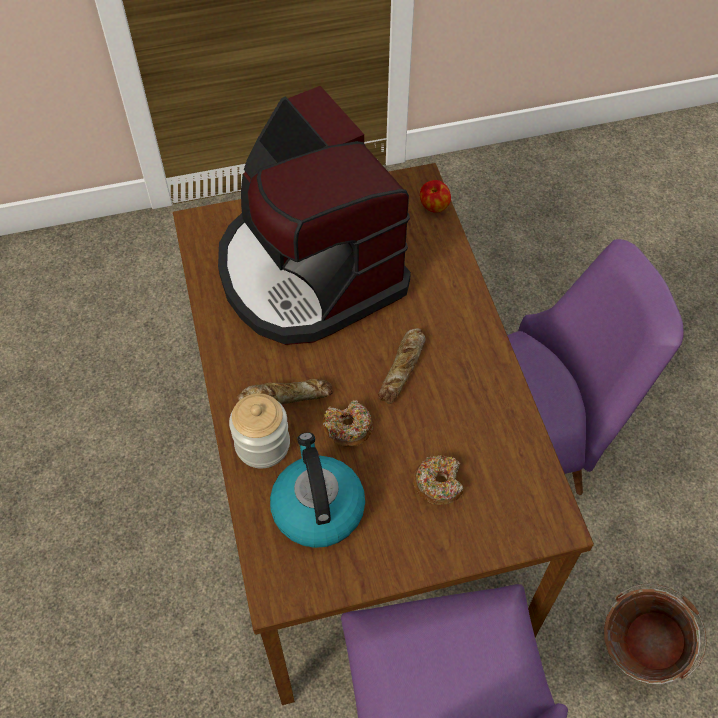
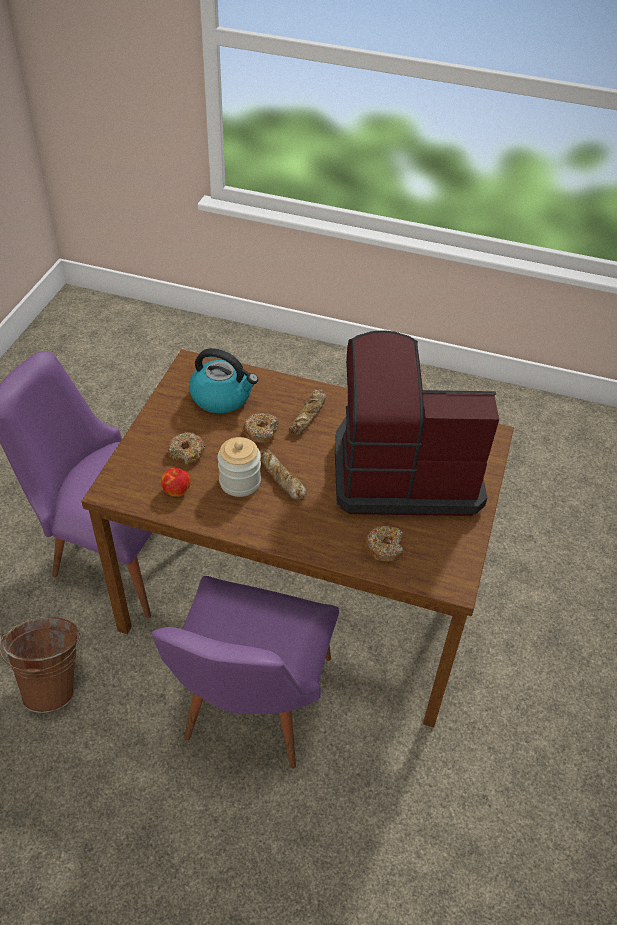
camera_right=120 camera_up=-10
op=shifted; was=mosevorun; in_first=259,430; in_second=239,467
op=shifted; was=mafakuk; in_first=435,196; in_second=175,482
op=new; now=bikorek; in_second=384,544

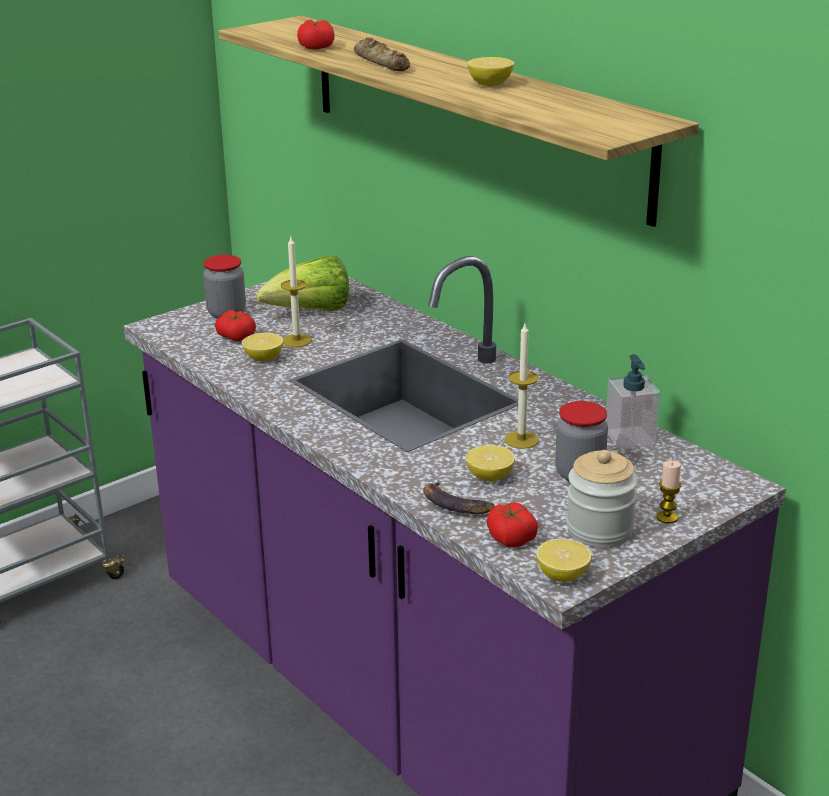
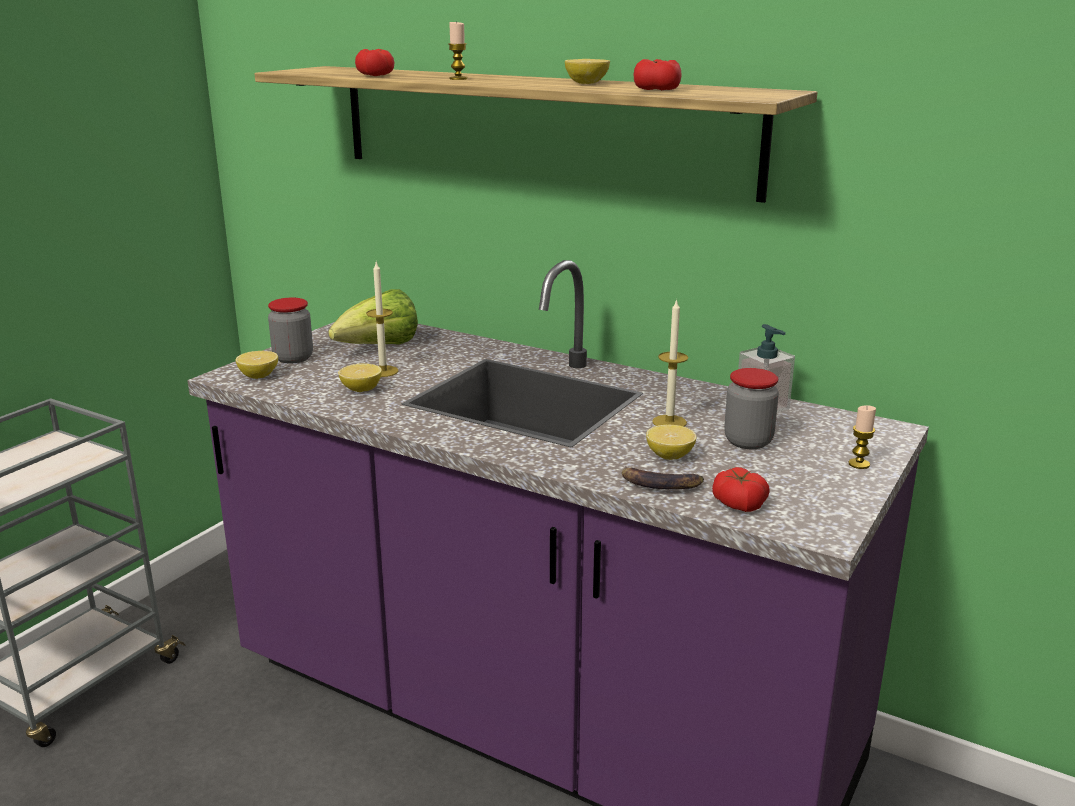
camera_right=-20 camera_up=-5
op=shifted; was=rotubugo; in_first=235,325; in_second=657,74
op=swapped; was=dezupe; now=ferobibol; in_first=382,54; in_second=457,51
op=shifted; was=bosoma; in_first=564,560; in_second=256,365
op=gone; was=mosevorun; in_first=602,499

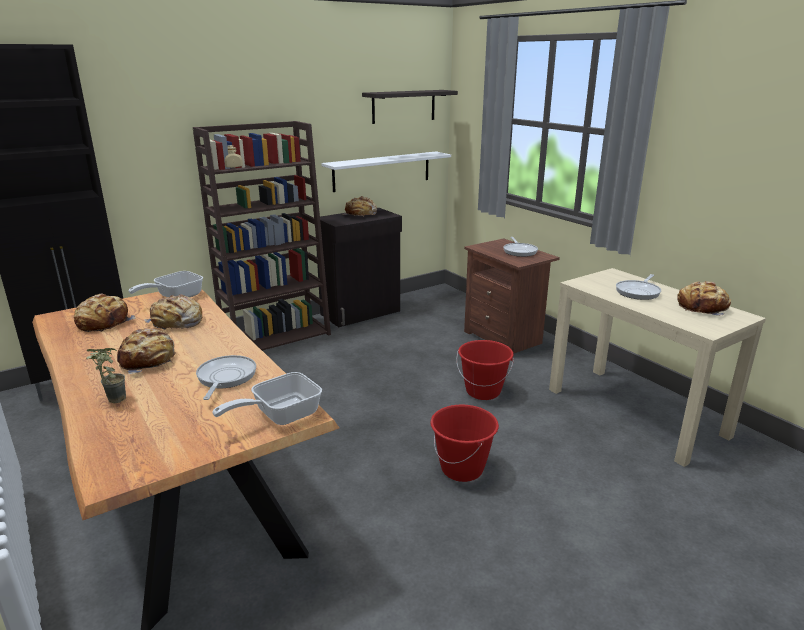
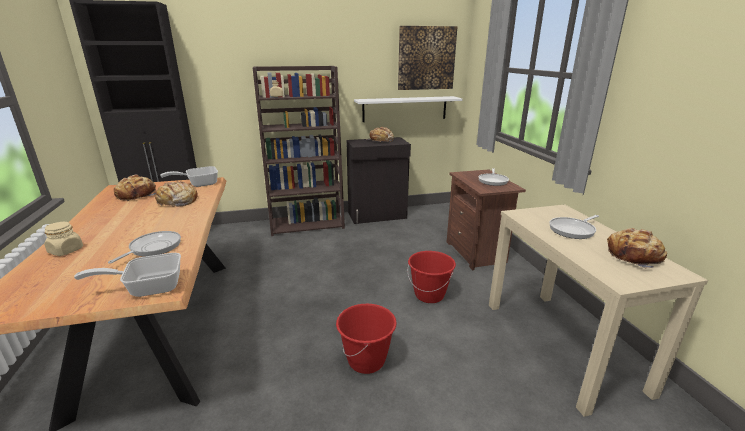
camera_right=20 camera_up=0
op=swapped; was=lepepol; now=beige mosevorun; in_first=106,375; in_second=63,239
op=gone; was=dezupe; in_first=146,351
op=swapped; was=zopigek; now=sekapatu; in_first=410,107; in_second=427,58

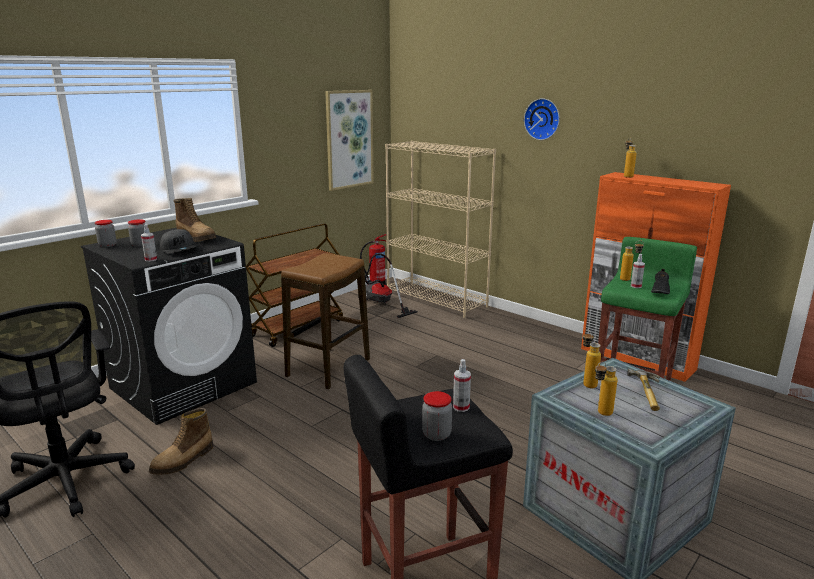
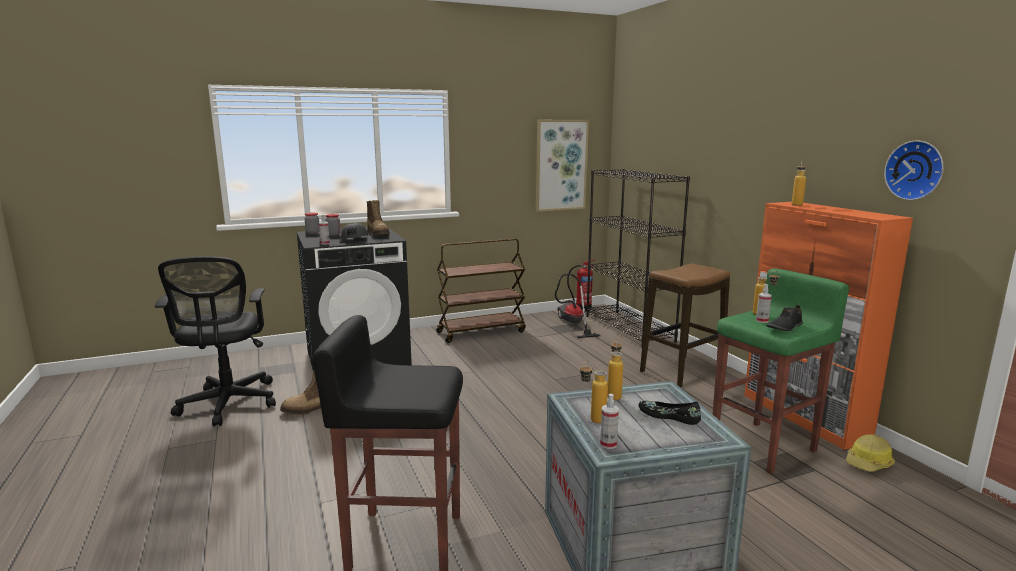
camera_right=25 camera_up=-5
op=shifted; was=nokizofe; in_first=325,321; in_second=685,325
op=repainted; was=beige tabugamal; now=black tabugamal; in_first=440,229; in_second=638,258
op=gone; was=mosevorun; in_first=437,416
op=shifted; was=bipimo; in_first=462,385; in_second=609,421
op=shifted; was=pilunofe; in_first=542,119; in_second=914,170
op=swapped; was=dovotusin; now=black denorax; in_first=643,390; in_second=670,413
op=new; now=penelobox; in_second=870,453

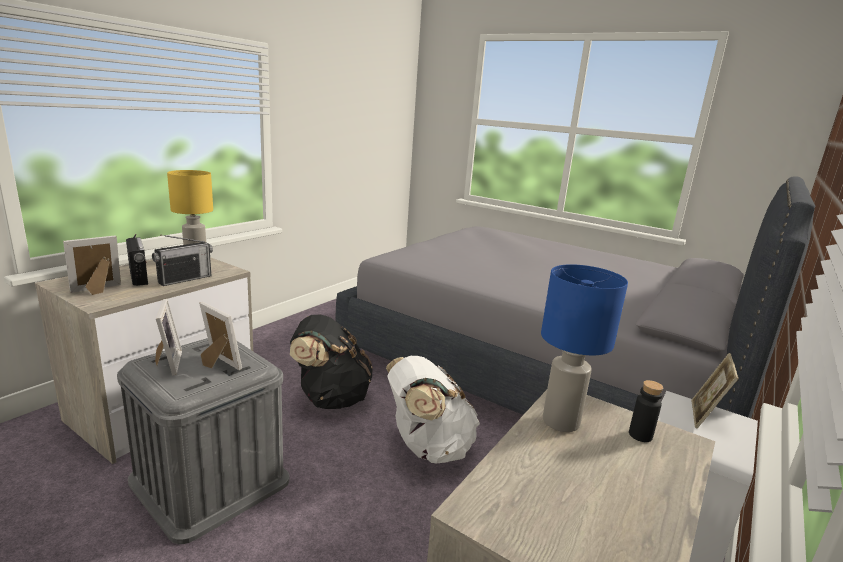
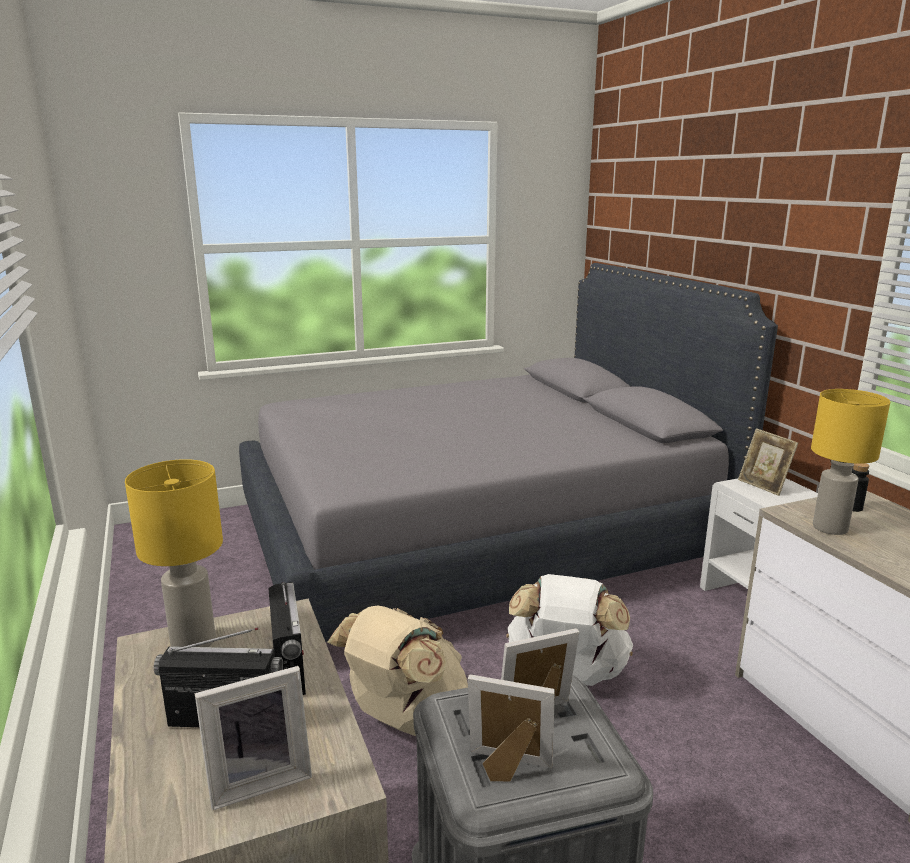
camera_right=-55 camera_up=0
op=rotated; was=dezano; in_first=92,265; in_second=253,738; clockwise=-105
op=repainted; was=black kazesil; now=beige kazesil; in_first=331,361; in_second=398,670
op=repainted; was=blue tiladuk; now=yellow tiladuk; in_first=584,348; in_second=850,462

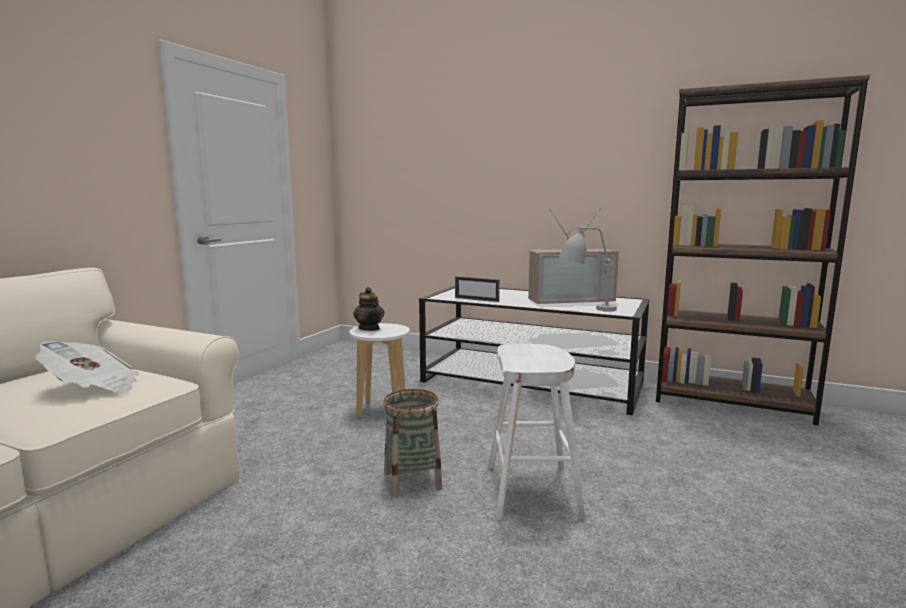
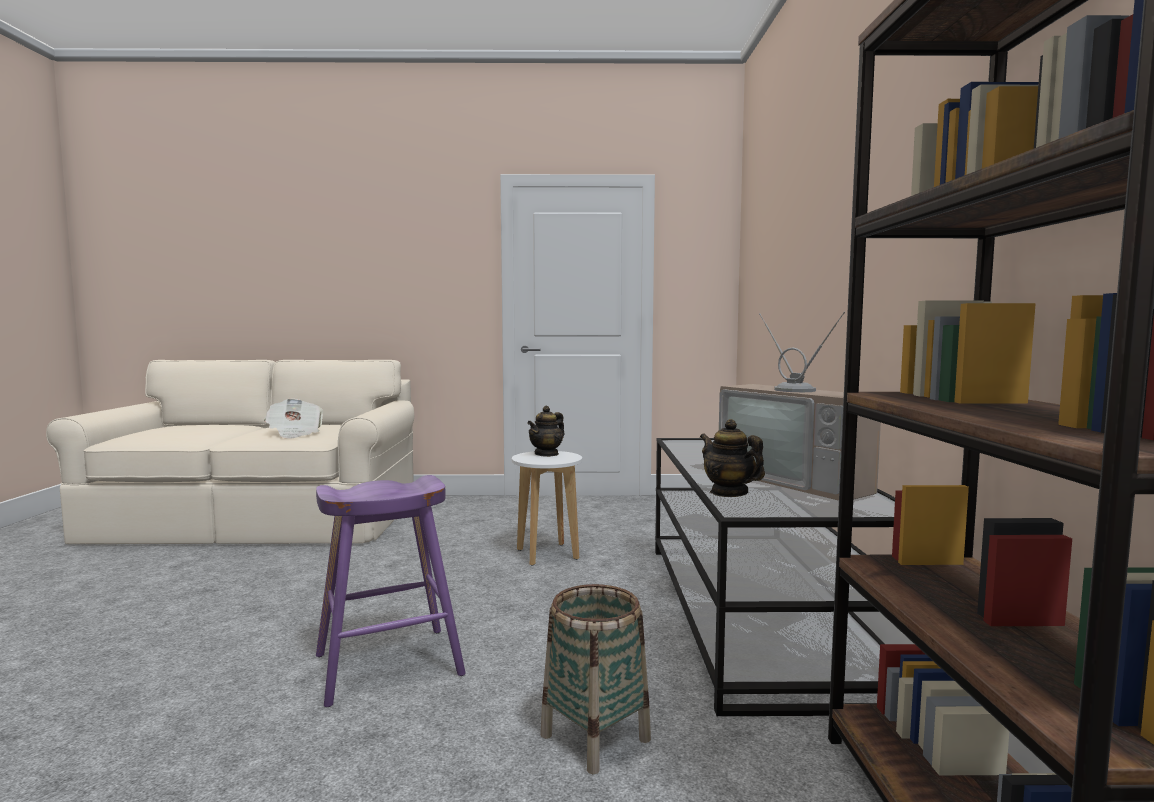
camera_right=65 camera_up=-5
op=shifted; was=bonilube; in_first=412,443; in_second=595,679
op=gone; was=dezano; in_first=477,289
op=repainted; was=white nokizofe; now=purple nokizofe; in_first=536,432; in_second=391,591
op=swapped; was=grey tiladuk; now=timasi; in_first=588,269; in_second=732,458

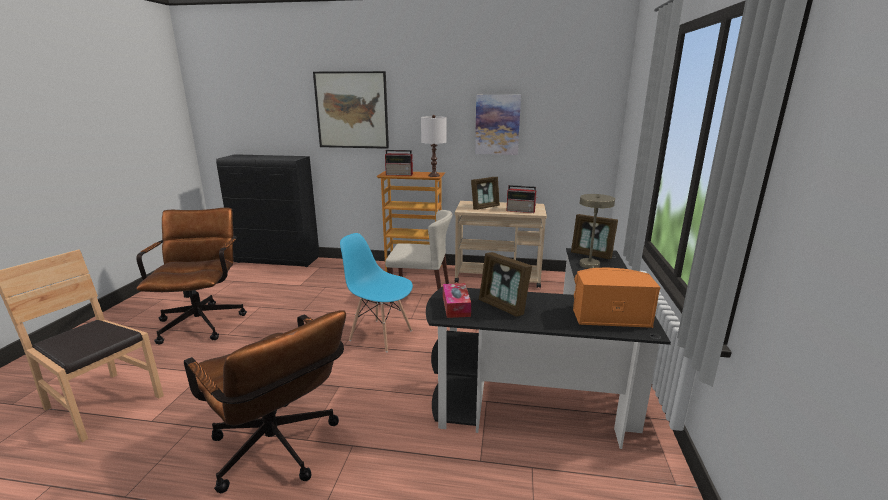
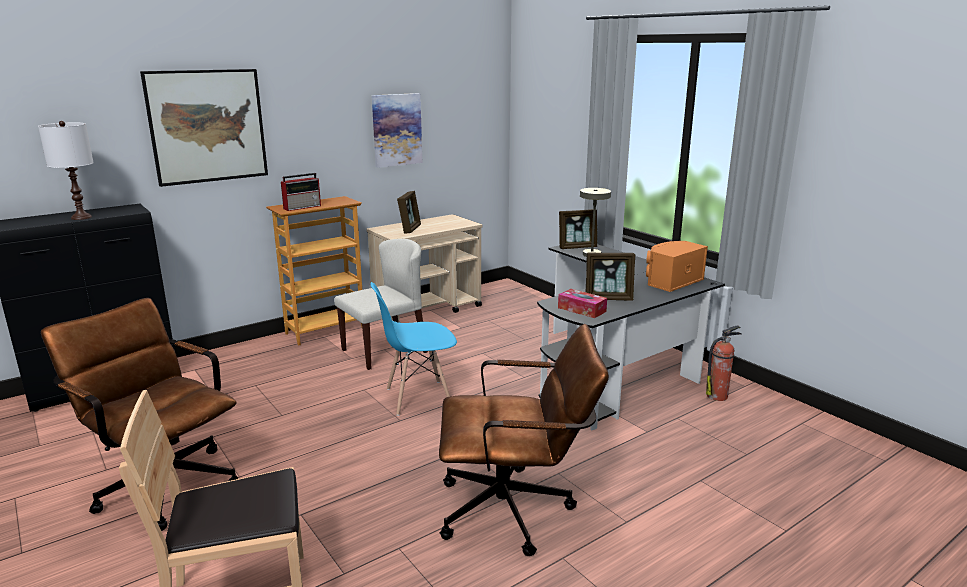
camera_right=-45 camera_up=0
op=shifted; was=white tiladuk; in_first=434,146; in_second=66,170
op=gone; was=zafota; in_first=522,199
op=new; now=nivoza; in_second=724,363

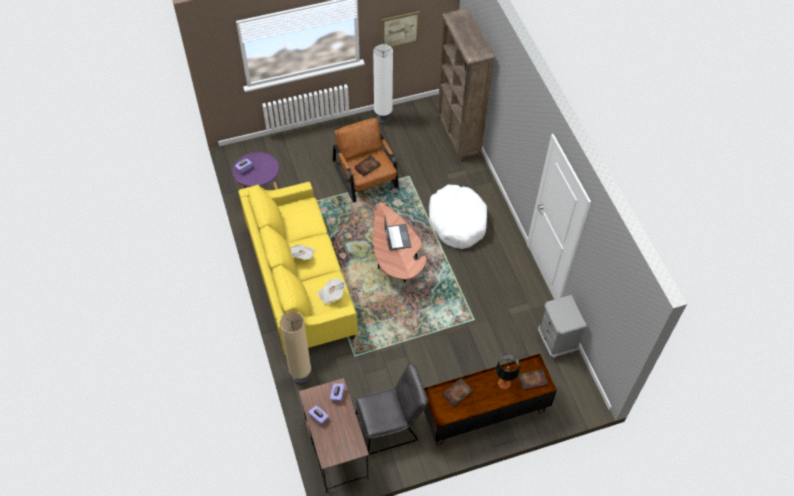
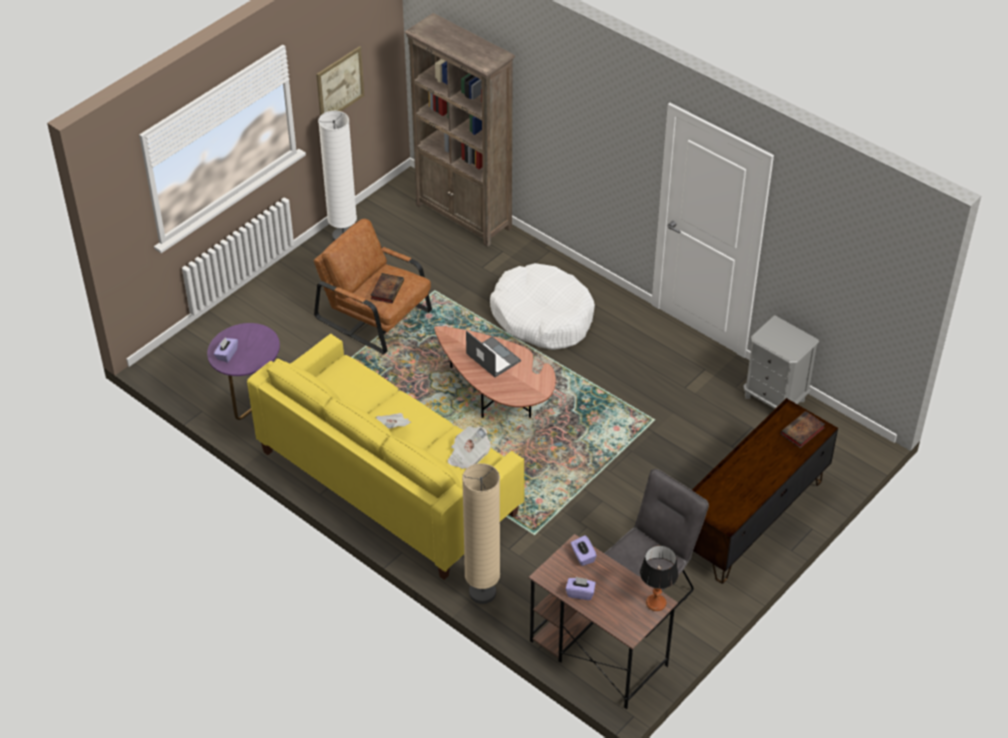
camera_right=-30 camera_up=-10
op=gone; was=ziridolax; in_first=457,392
op=shifted; was=tiladuk; in_first=507,371; in_second=659,578

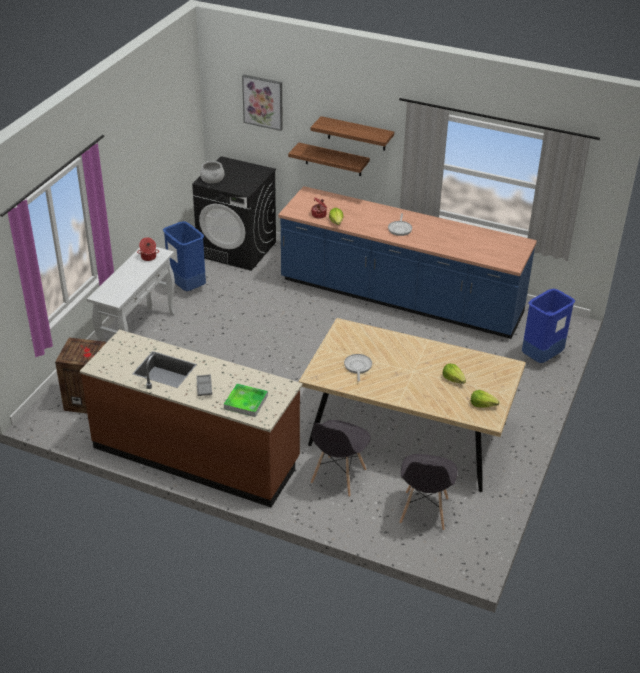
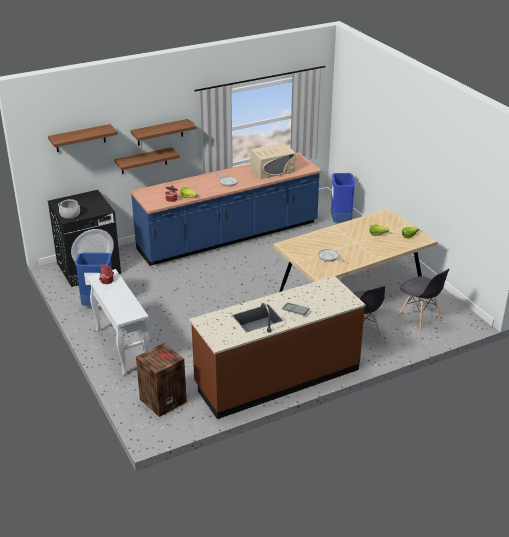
camera_right=-50 camera_up=-5
op=gone; was=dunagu; in_first=246,400
op=swapped; was=sekapatu; now=zopigek; in_first=262,103; in_second=83,138
op=new; now=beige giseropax; in_second=273,161

